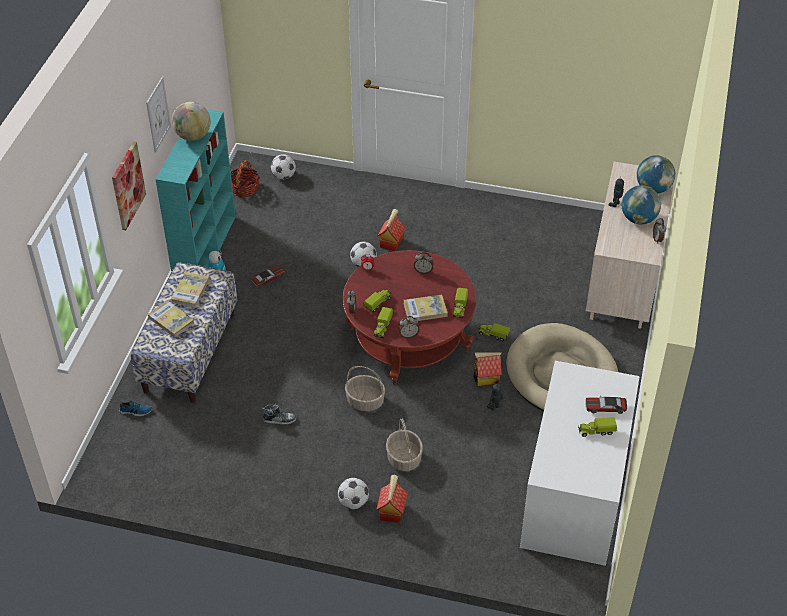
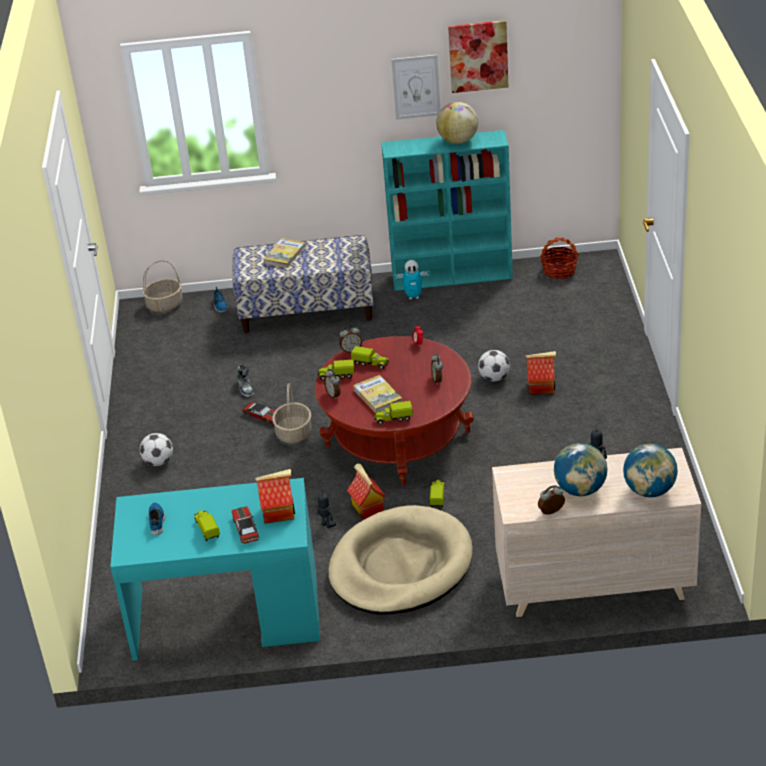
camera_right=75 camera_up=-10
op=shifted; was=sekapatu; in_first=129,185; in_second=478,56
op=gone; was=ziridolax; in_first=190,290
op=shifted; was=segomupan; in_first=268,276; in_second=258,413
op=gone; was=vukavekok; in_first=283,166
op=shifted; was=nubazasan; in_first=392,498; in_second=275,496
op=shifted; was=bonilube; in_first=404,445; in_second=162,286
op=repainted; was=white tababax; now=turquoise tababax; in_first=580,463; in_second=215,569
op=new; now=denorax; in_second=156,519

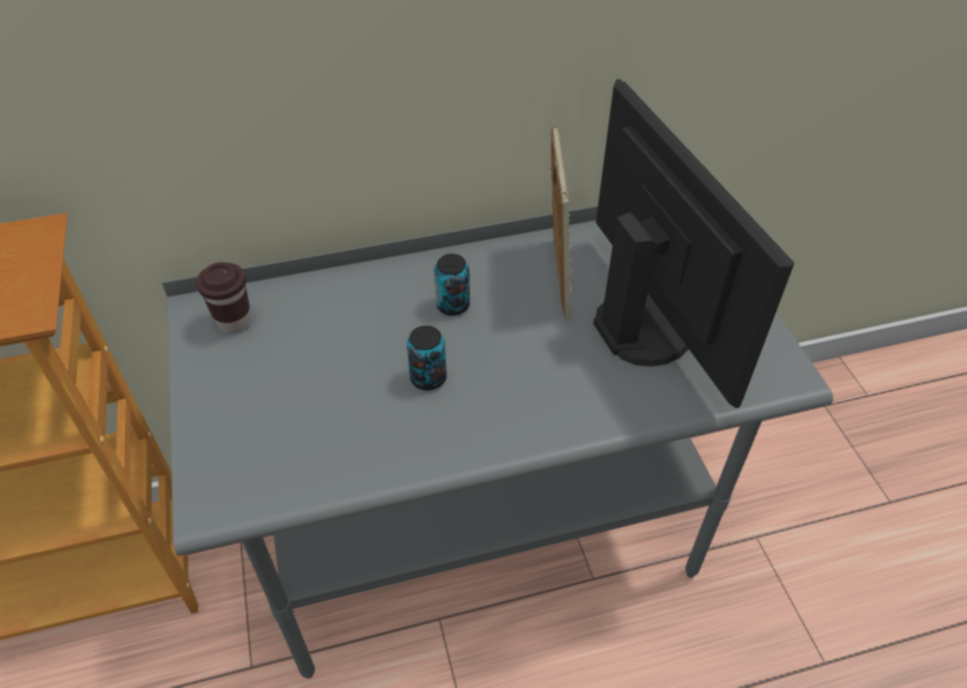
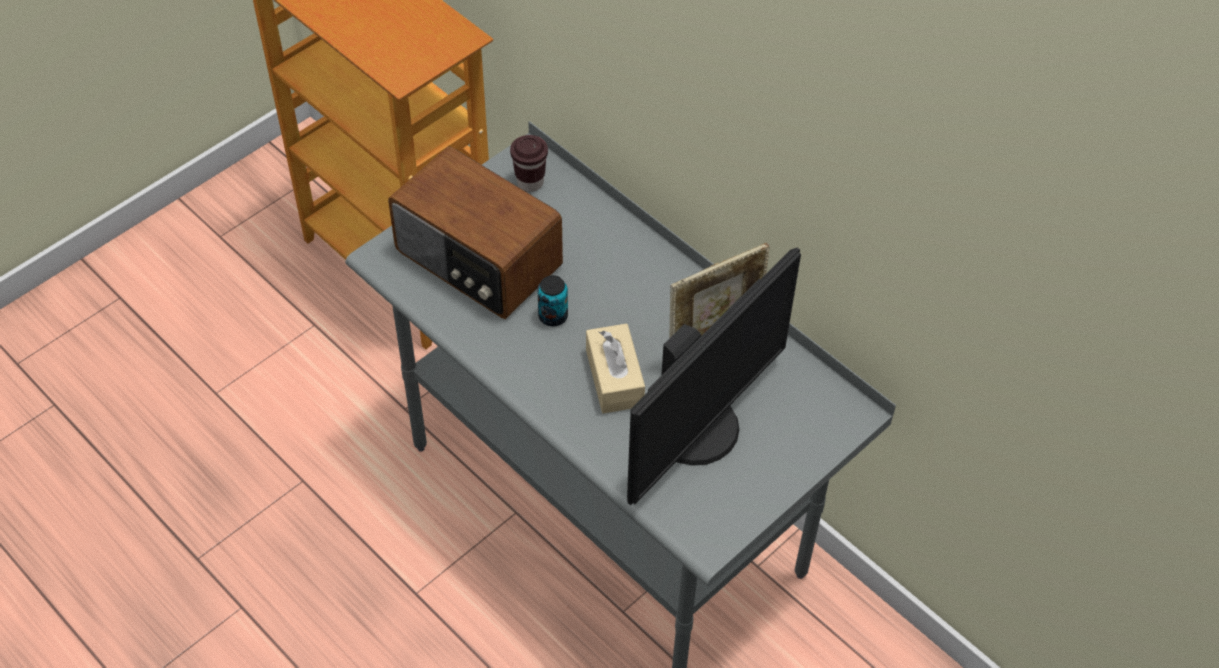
camera_right=60 camera_up=5
op=gone; was=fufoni; in_first=452,285
op=new; now=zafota; in_second=475,232
op=new; now=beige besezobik; in_second=615,368

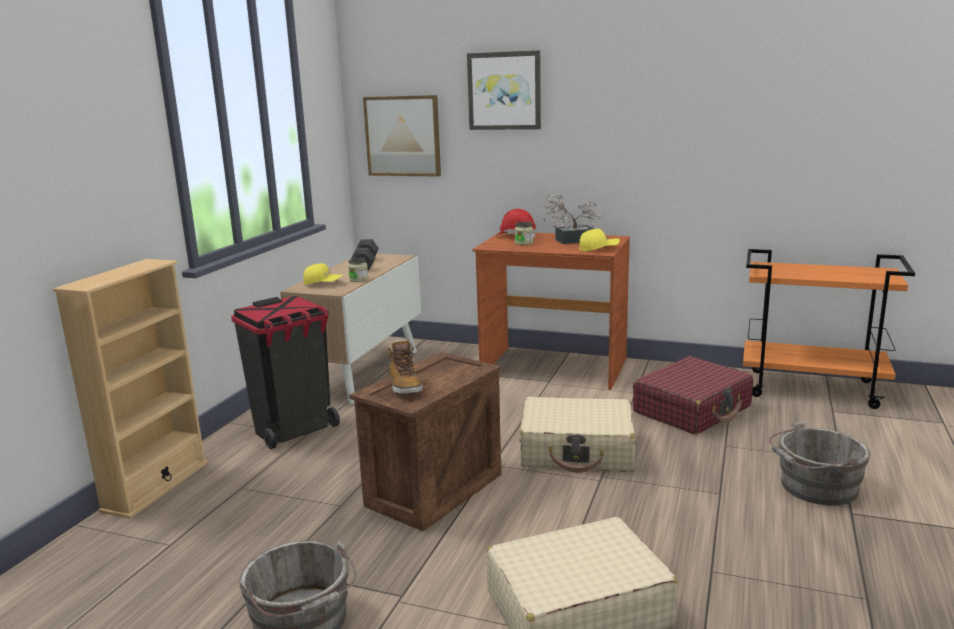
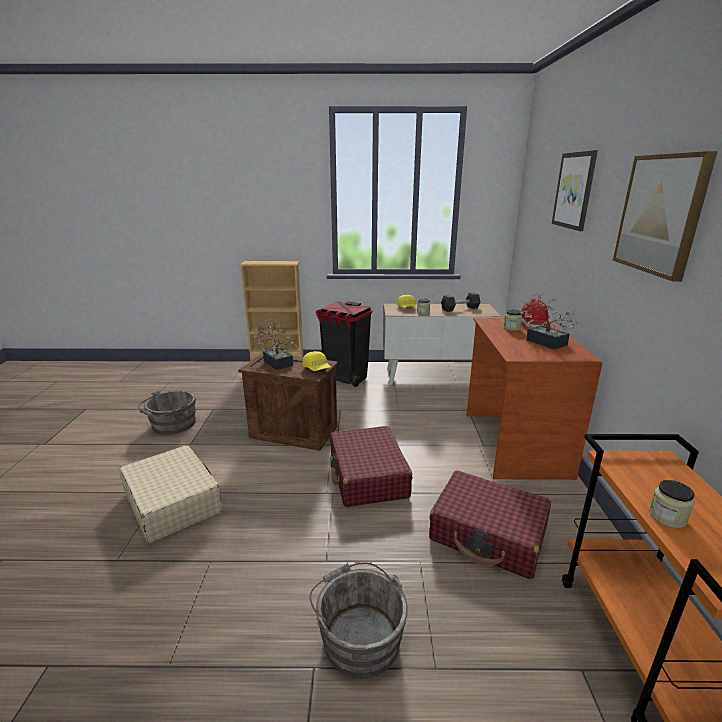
camera_right=70 camera_up=5
op=shifted; was=sekapatu; in_first=402,136; in_second=665,216
op=swapped; was=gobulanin; now=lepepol; in_first=405,366; in_second=275,344
op=repainted; was=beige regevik; now=red regevik; in_first=577,435; in_second=371,466
op=shifted; was=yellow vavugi; in_first=599,240; in_second=316,361
op=new; now=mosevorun; in_second=671,504

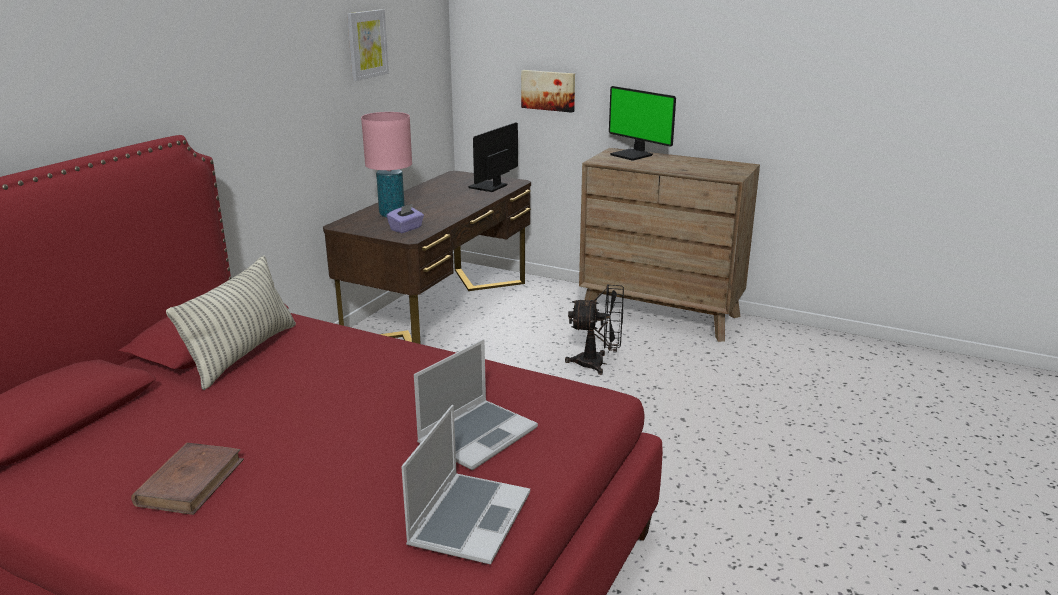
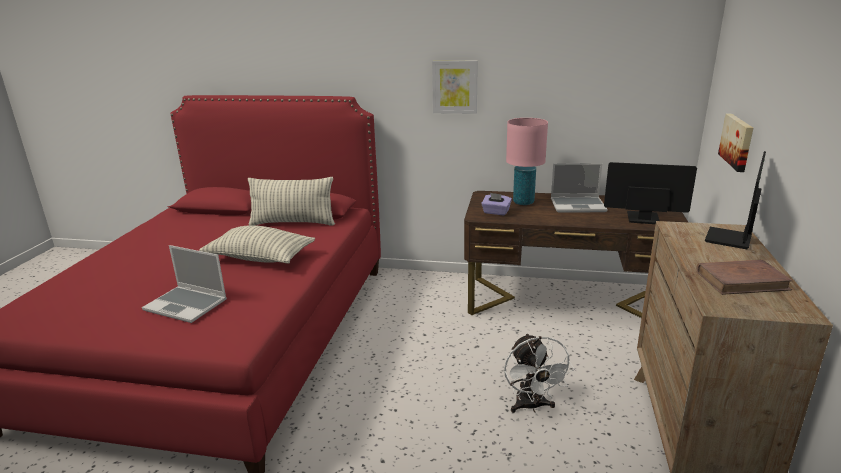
camera_right=75 camera_up=0
op=shifted; was=brown ziridolax; in_first=187,479; in_second=744,277
op=shifted; was=sekapatu; in_first=368,45; in_second=455,87
op=shifted; was=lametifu; in_first=465,485; in_second=579,188
op=repainted; was=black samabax; now=white samabax; in_first=594,329; in_second=539,373
op=new; now=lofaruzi; in_second=257,244

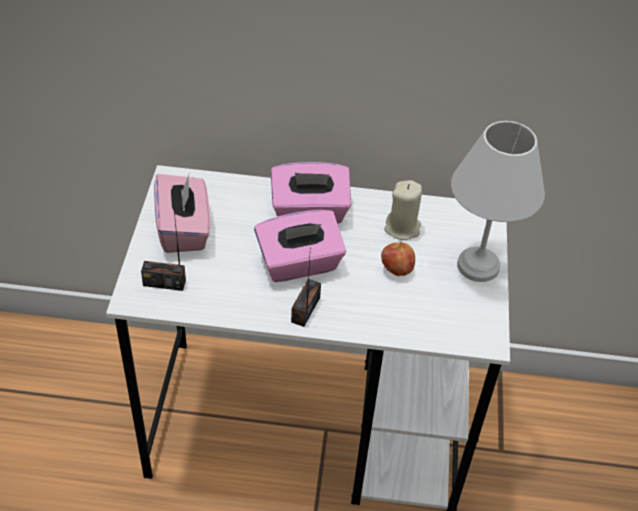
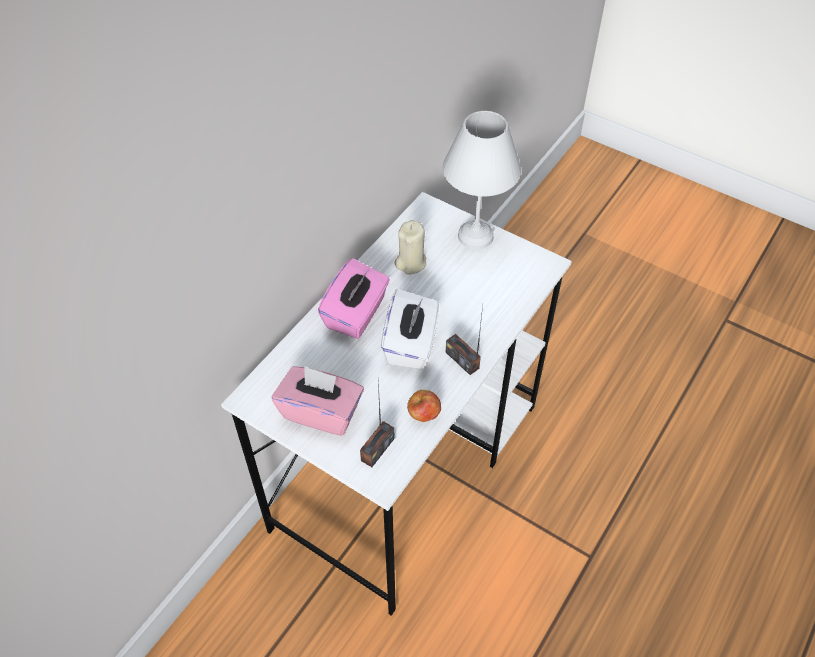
camera_right=-60 camera_up=5
op=repainted; was=pink besezobik; now=white besezobik; in_first=300,246; in_second=410,329
op=shifted; was=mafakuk; in_first=398,258; in_second=424,406

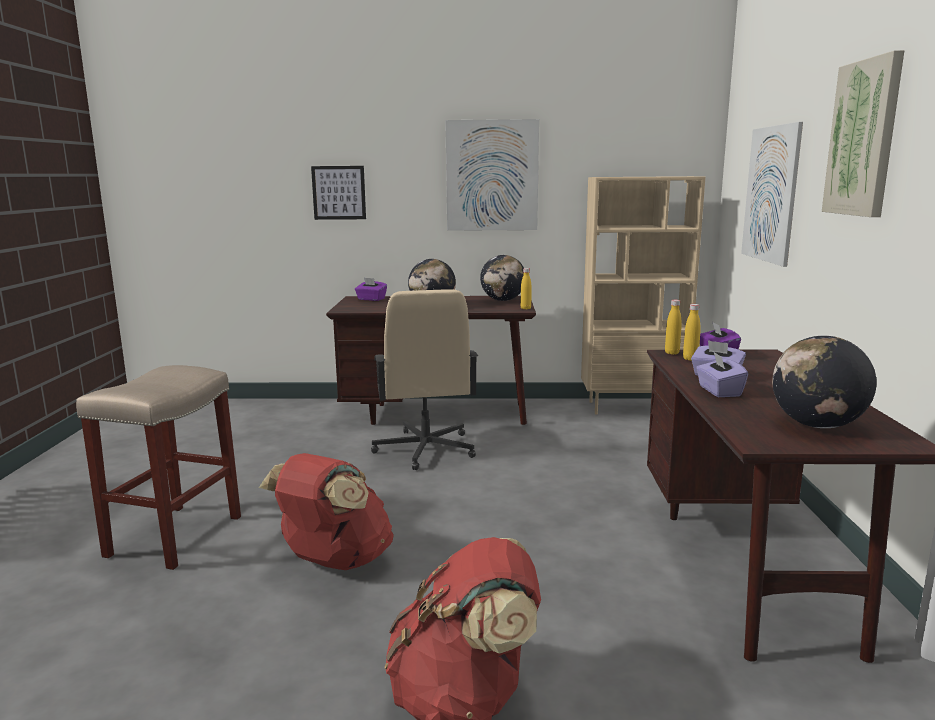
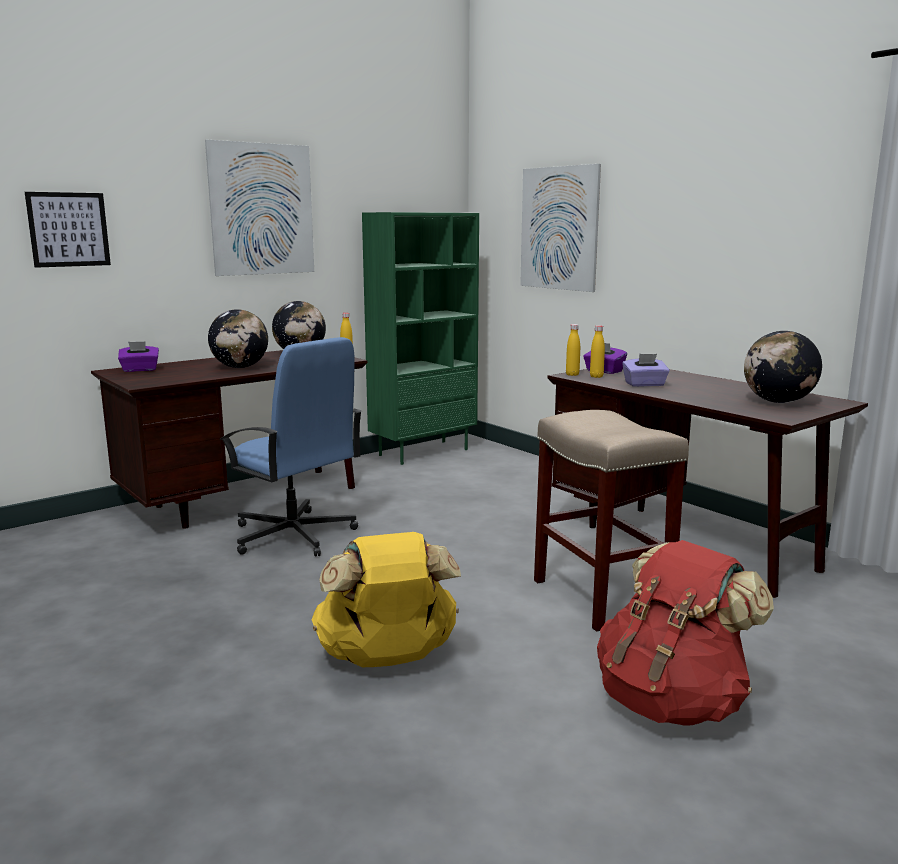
camera_right=-40 camera_up=0
op=shifted; was=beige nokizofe; in_first=158,467; in_second=611,521
op=repainted; was=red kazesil; now=yellow kazesil; in_first=326,511; in_second=386,599
op=repainted; was=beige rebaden; now=blue rebaden; in_first=424,379; in_second=291,446
op=repainted; was=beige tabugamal; now=green tabugamal; in_first=643,295; in_second=420,338
op=gone; was=purple besezobik; in_first=722,374
op=gone; was=sekapatu; in_first=863,133

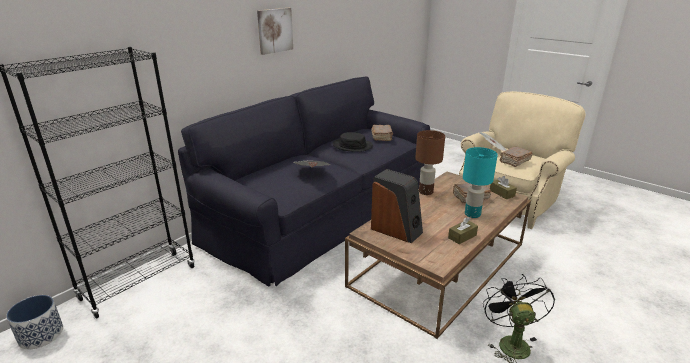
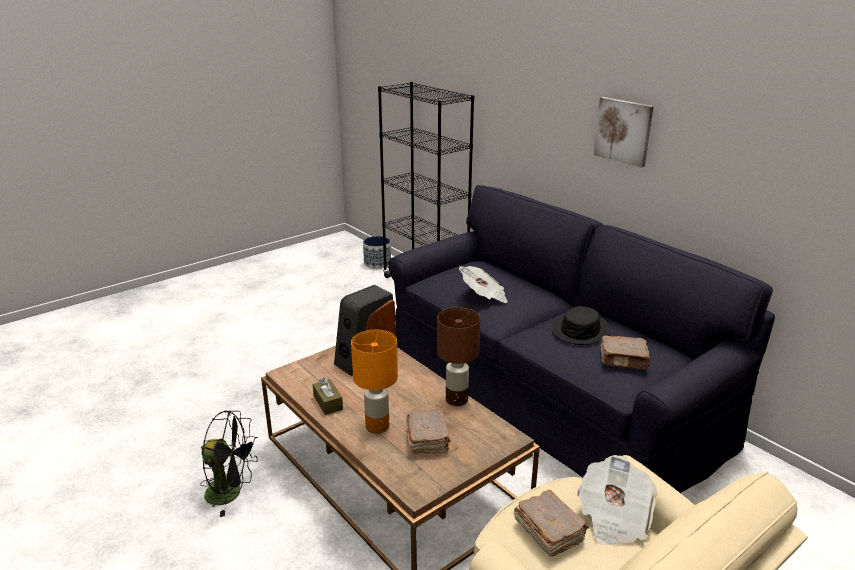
camera_right=100 camera_up=0
op=repainted; was=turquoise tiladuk; now=orange tiladuk; in_first=480,182; in_second=374,381
op=gone; was=brown besezobik; in_first=503,187

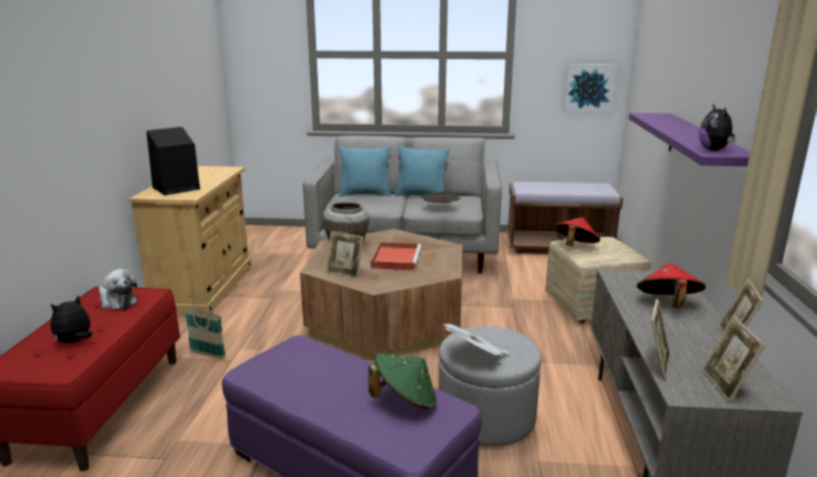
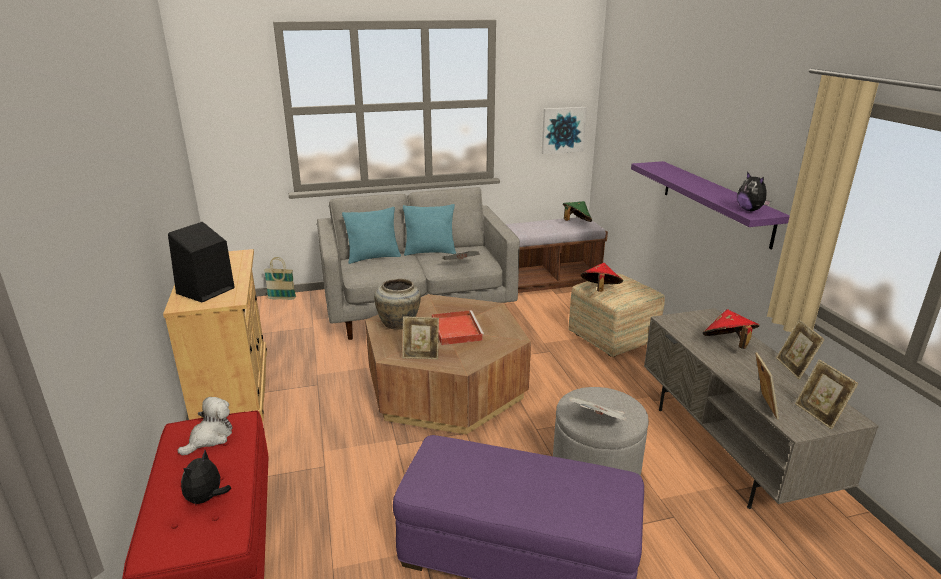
camera_right=-20 camera_up=5
op=rotated; was=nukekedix; in_first=118,289; in_second=205,426; clockwise=-75
op=shifted; was=bonilube; in_first=205,326; in_second=280,278
op=shifted; was=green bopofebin; in_first=402,381; in_second=577,211

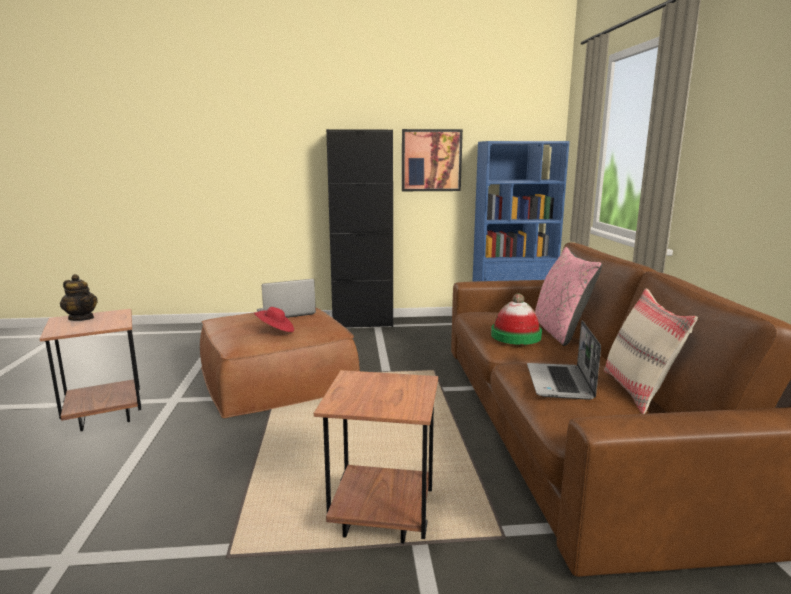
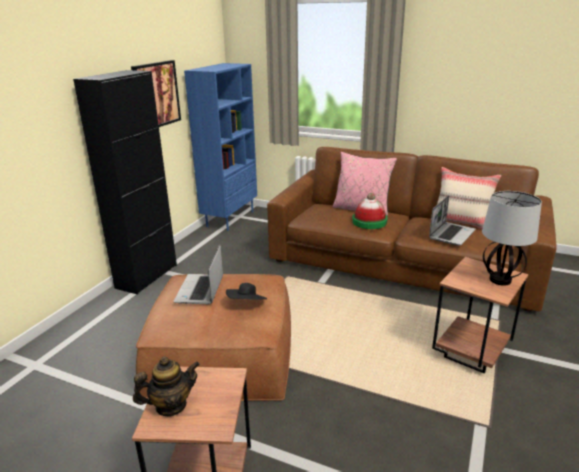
camera_right=-60 camera_up=10
op=repainted; was=red bopofebin; now=black bopofebin; in_first=274,319; in_second=246,291
op=rotated; was=lametifu; in_first=564,360; in_second=452,220; clockwise=-90
op=new; now=tiladuk; in_second=512,238

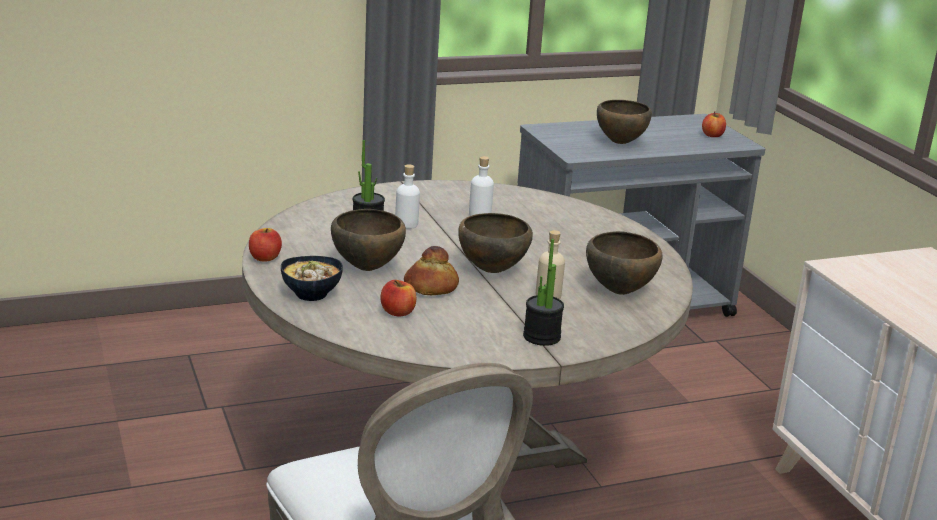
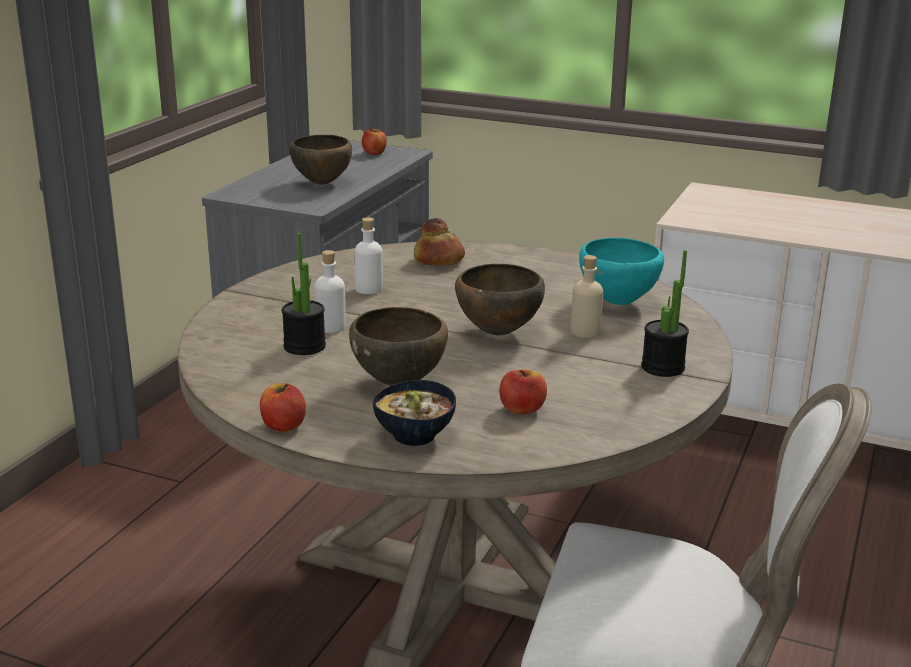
camera_right=-45 camera_up=0
op=shifted; was=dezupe; in_first=431,270; in_second=439,242
op=repainted; was=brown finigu; now=turquoise finigu; in_first=624,263; in_second=621,271

